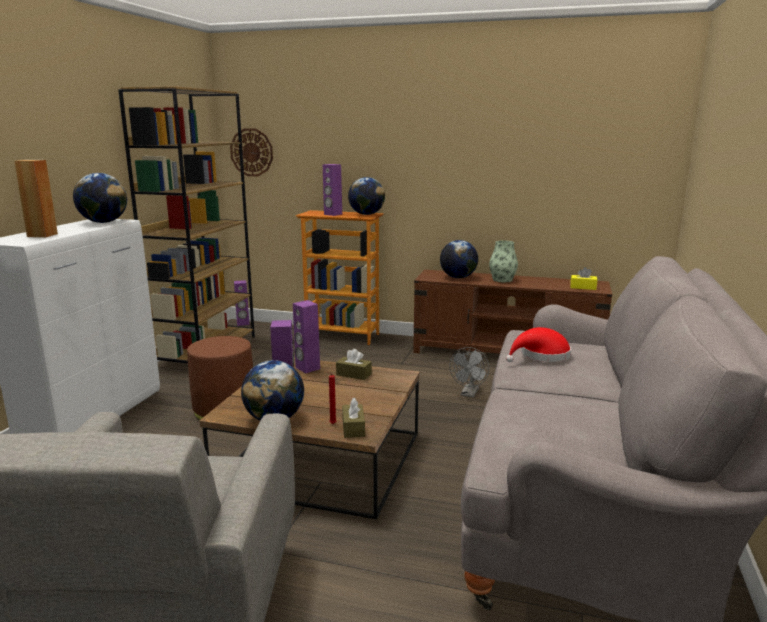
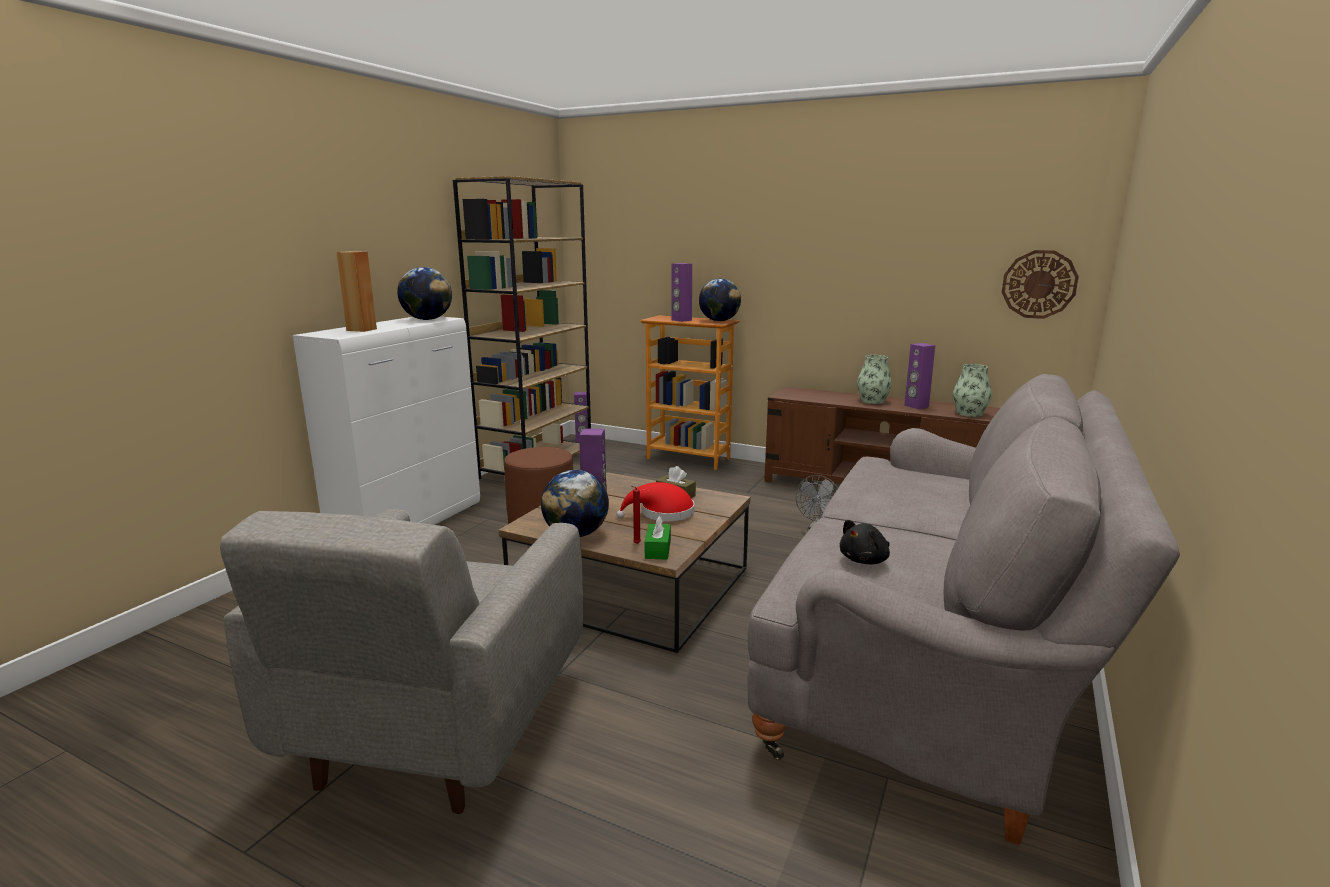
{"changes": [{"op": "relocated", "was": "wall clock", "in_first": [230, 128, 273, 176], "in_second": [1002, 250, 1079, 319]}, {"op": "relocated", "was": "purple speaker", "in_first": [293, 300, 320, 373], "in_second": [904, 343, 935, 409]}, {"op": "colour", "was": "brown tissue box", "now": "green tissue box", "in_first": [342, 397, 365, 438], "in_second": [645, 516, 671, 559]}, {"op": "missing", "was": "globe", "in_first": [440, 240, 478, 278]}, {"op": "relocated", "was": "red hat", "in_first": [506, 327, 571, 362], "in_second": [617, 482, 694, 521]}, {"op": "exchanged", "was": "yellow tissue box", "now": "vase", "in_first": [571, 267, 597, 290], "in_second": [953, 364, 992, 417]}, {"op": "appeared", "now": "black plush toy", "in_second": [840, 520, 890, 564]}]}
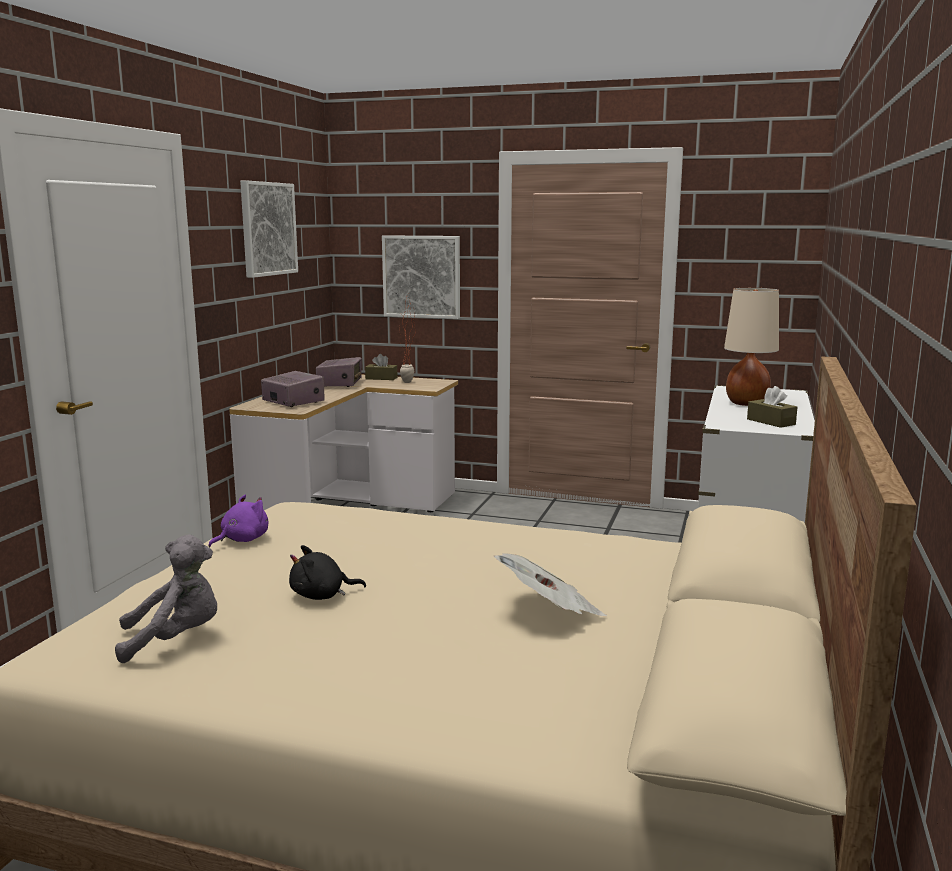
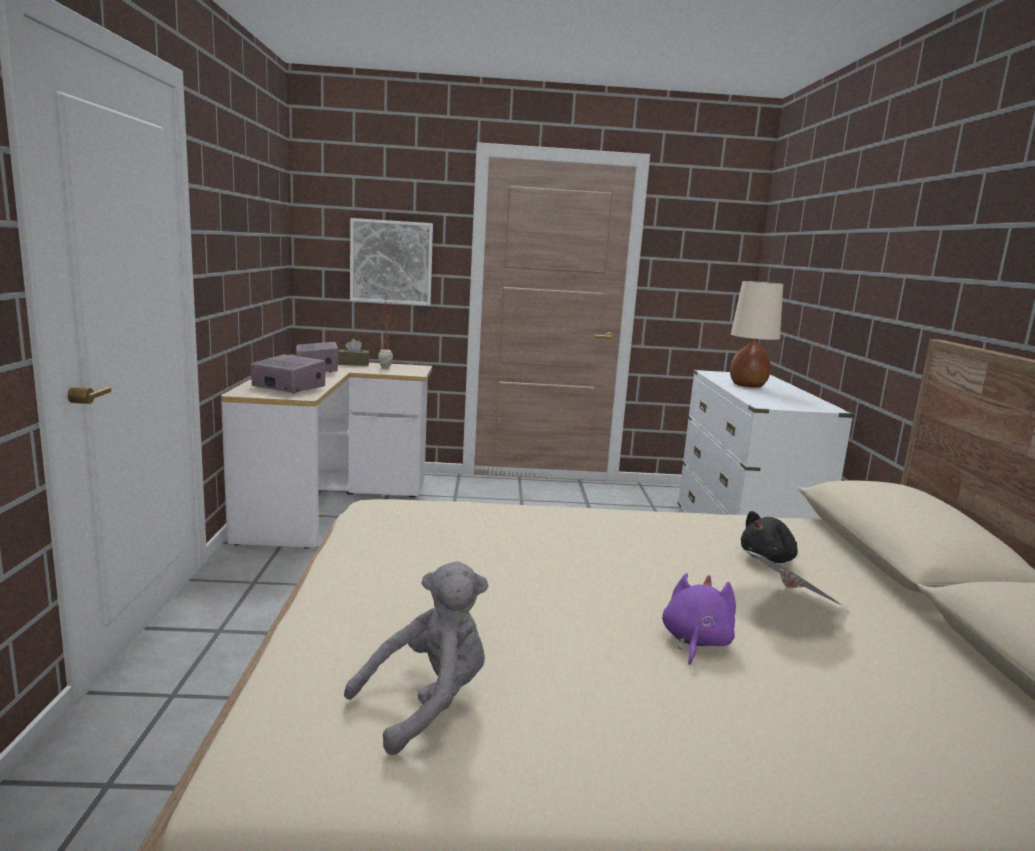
{"changes": [{"op": "relocated", "was": "purple plush toy", "in_first": [208, 495, 268, 547], "in_second": [662, 573, 736, 665]}, {"op": "missing", "was": "picture", "in_first": [240, 180, 298, 278]}, {"op": "relocated", "was": "black plush toy", "in_first": [289, 545, 366, 600], "in_second": [741, 511, 798, 563]}, {"op": "missing", "was": "brown tissue box", "in_first": [747, 386, 797, 428]}]}
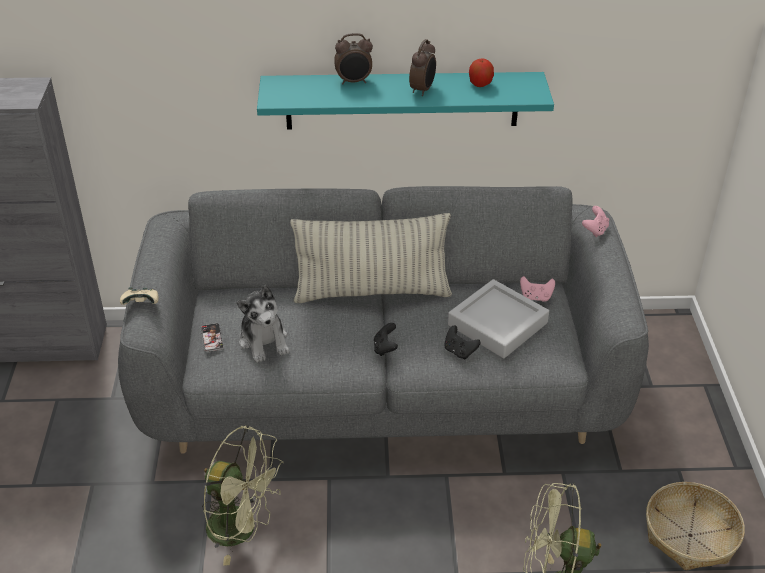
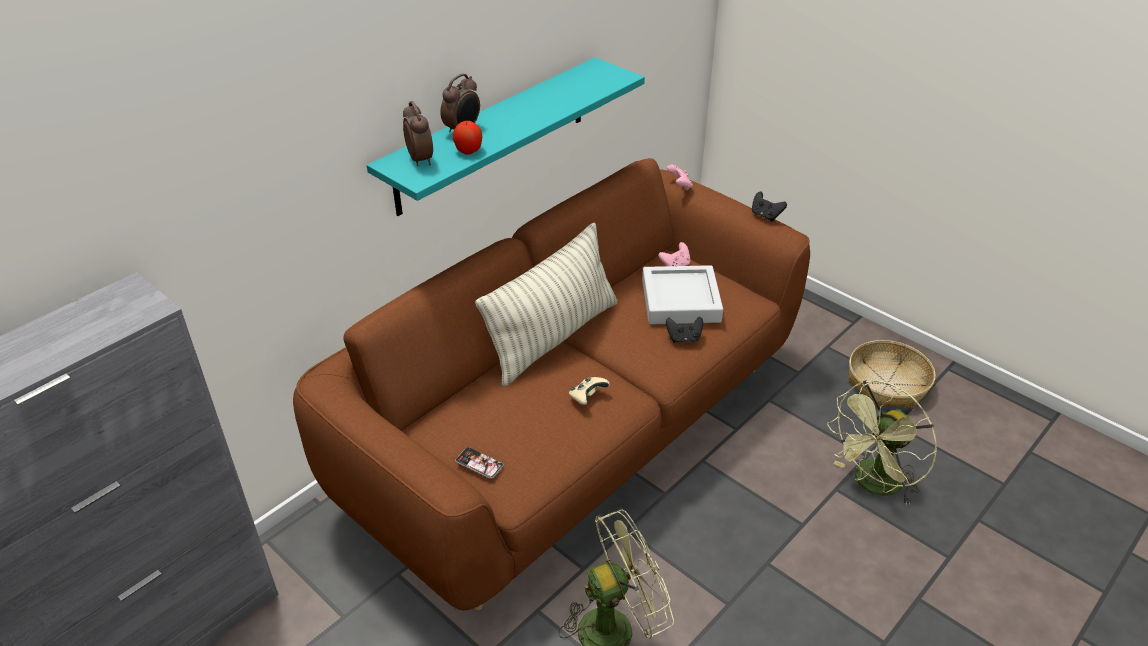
{"changes": [{"op": "colour", "was": "grey sofa", "now": "brown sofa", "in_first": [118, 186, 649, 454], "in_second": [293, 158, 810, 610]}, {"op": "relocated", "was": "beige game controller", "in_first": [120, 287, 159, 305], "in_second": [569, 377, 610, 405]}, {"op": "missing", "was": "plush toy", "in_first": [237, 285, 290, 363]}, {"op": "relocated", "was": "black game controller", "in_first": [374, 323, 398, 356], "in_second": [752, 192, 787, 222]}, {"op": "relocated", "was": "alarm clock", "in_first": [409, 39, 436, 96], "in_second": [403, 101, 433, 166]}, {"op": "relocated", "was": "apple", "in_first": [469, 58, 494, 87], "in_second": [453, 121, 482, 155]}]}
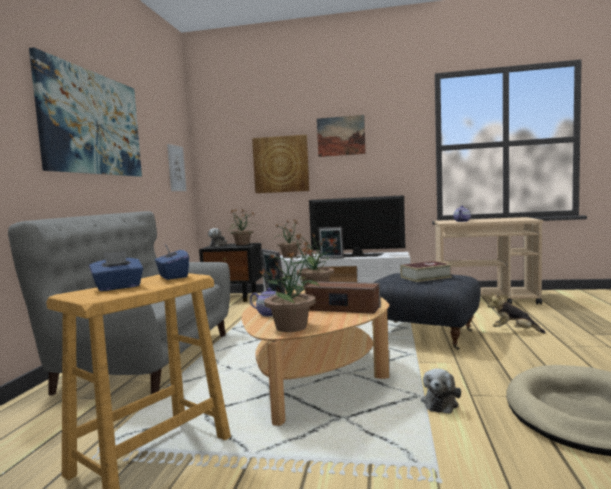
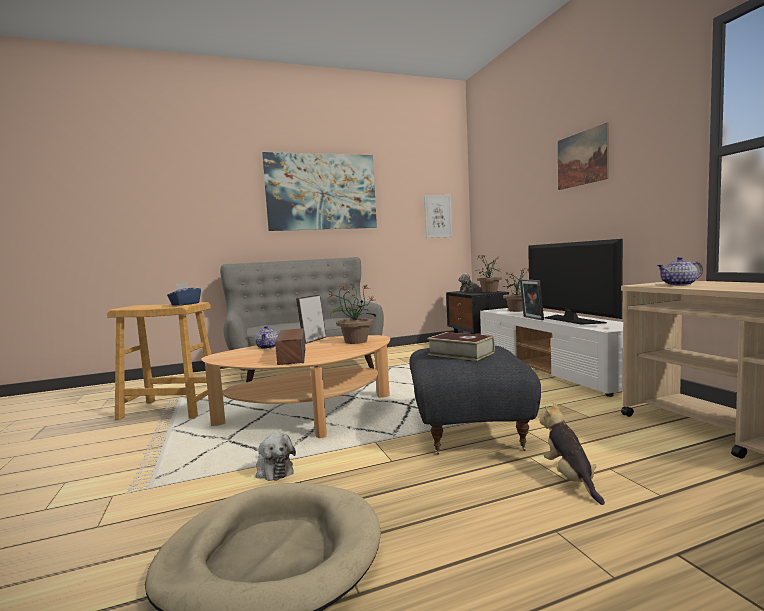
{"changes": [{"op": "missing", "was": "blue tissue box", "in_first": [89, 251, 143, 291]}, {"op": "missing", "was": "picture", "in_first": [252, 135, 309, 193]}, {"op": "missing", "was": "potted plant", "in_first": [260, 246, 321, 332]}, {"op": "spun", "was": "plush toy", "in_first": [421, 368, 461, 414], "in_second": [256, 433, 296, 481], "clockwise": -120}]}
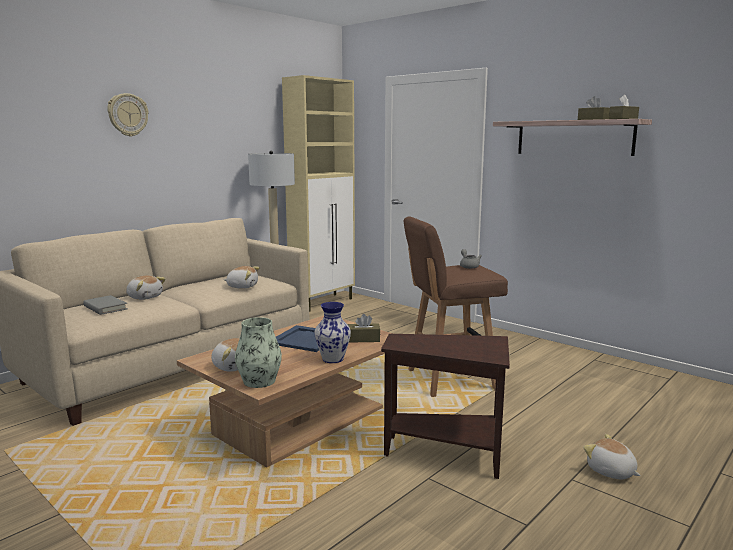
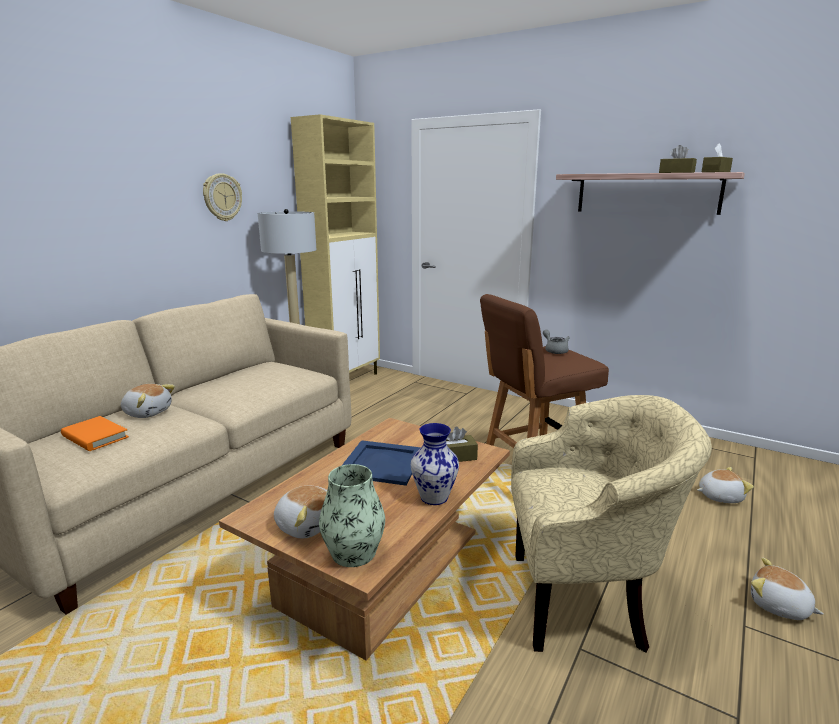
{"changes": [{"op": "colour", "was": "grey book", "now": "orange book", "in_first": [83, 295, 128, 315], "in_second": [61, 416, 129, 451]}, {"op": "relocated", "was": "wall clock", "in_first": [107, 93, 149, 137], "in_second": [203, 173, 242, 221]}, {"op": "relocated", "was": "plush toy", "in_first": [224, 266, 260, 289], "in_second": [697, 467, 754, 503]}, {"op": "exchanged", "was": "brown side table", "now": "beige armchair", "in_first": [381, 334, 510, 479], "in_second": [511, 395, 712, 652]}]}
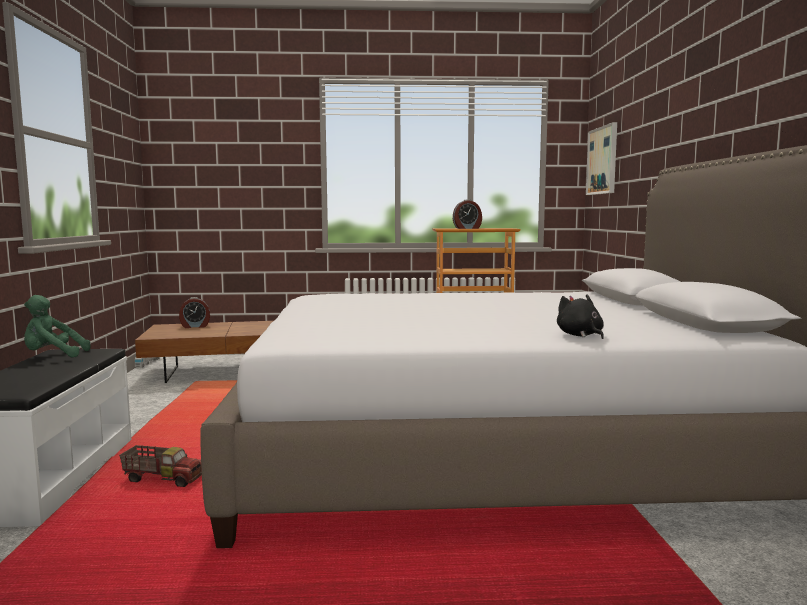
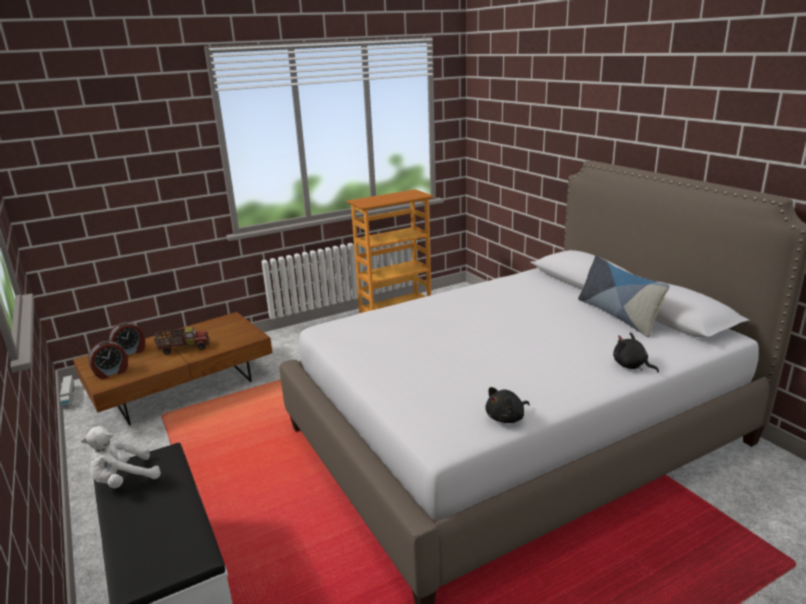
{"changes": [{"op": "colour", "was": "green plush toy", "now": "white plush toy", "in_first": [24, 295, 91, 357], "in_second": [81, 426, 161, 488]}, {"op": "relocated", "was": "toy truck", "in_first": [119, 445, 202, 487], "in_second": [154, 327, 210, 355]}, {"op": "relocated", "was": "alarm clock", "in_first": [453, 199, 482, 229], "in_second": [88, 340, 128, 379]}, {"op": "missing", "was": "picture", "in_first": [586, 122, 617, 195]}, {"op": "appeared", "now": "black plush toy", "in_second": [485, 387, 529, 423]}, {"op": "appeared", "now": "pillow", "in_second": [578, 255, 670, 337]}]}
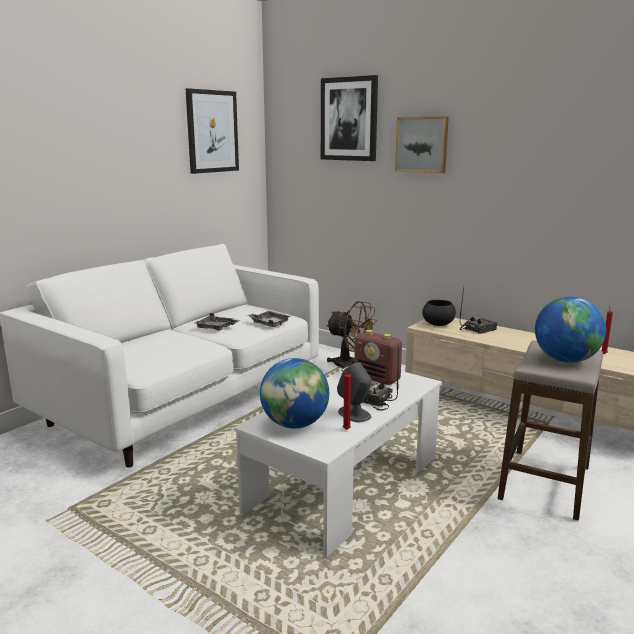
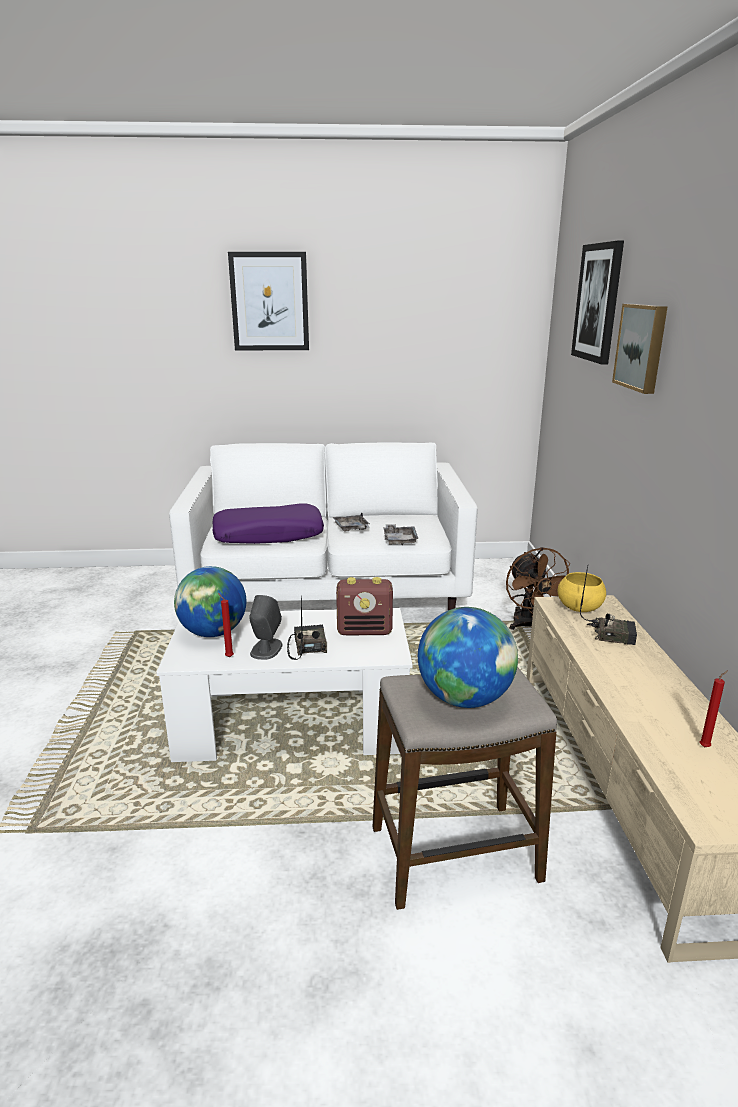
{"changes": [{"op": "relocated", "was": "picture", "in_first": [186, 88, 239, 174], "in_second": [228, 252, 309, 351]}, {"op": "spun", "was": "radio", "in_first": [354, 330, 402, 385], "in_second": [336, 577, 393, 636], "clockwise": -90}, {"op": "colour", "was": "black bowl", "now": "yellow bowl", "in_first": [422, 300, 456, 326], "in_second": [558, 572, 606, 612]}, {"op": "appeared", "now": "purple pillow", "in_second": [212, 503, 324, 544]}]}
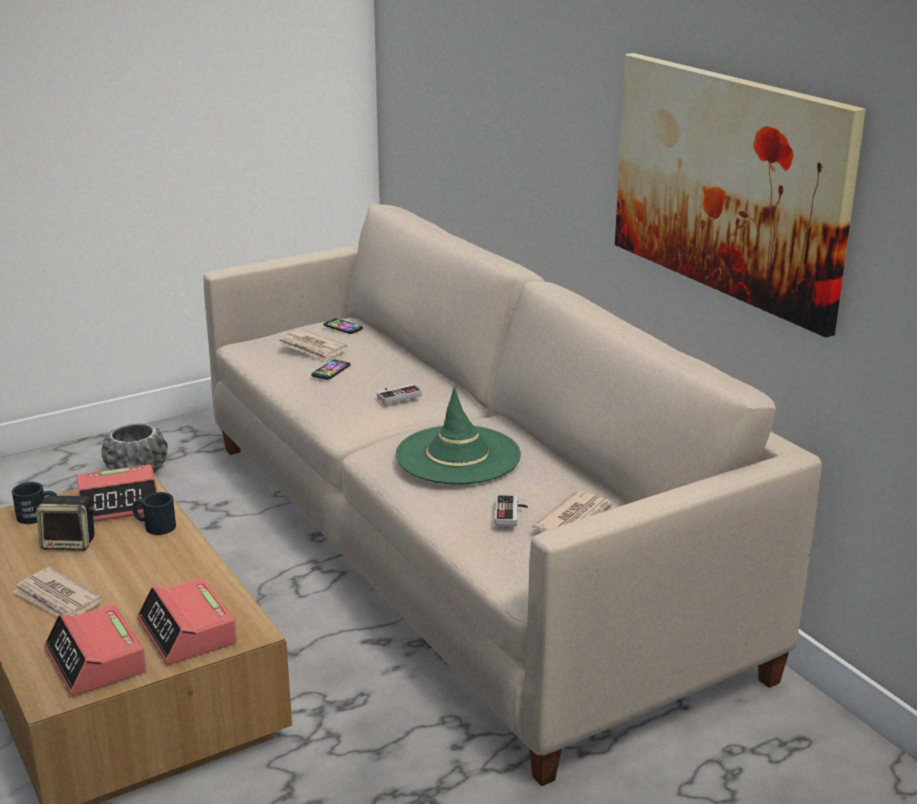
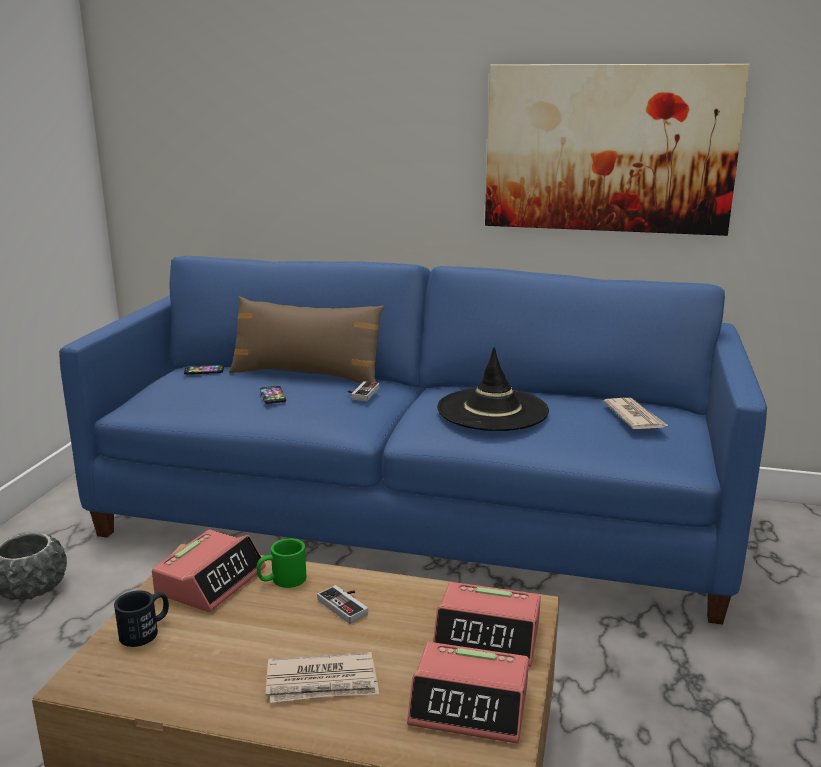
{"changes": [{"op": "missing", "was": "speaker", "in_first": [36, 495, 95, 551]}, {"op": "colour", "was": "black mug", "now": "green mug", "in_first": [133, 492, 176, 535], "in_second": [257, 538, 306, 588]}, {"op": "colour", "was": "beige sofa", "now": "blue sofa", "in_first": [203, 204, 822, 786], "in_second": [59, 256, 767, 625]}, {"op": "missing", "was": "newspaper", "in_first": [277, 329, 348, 362]}, {"op": "colour", "was": "green hat", "now": "black hat", "in_first": [396, 387, 521, 485], "in_second": [437, 347, 549, 431]}, {"op": "relocated", "was": "game controller", "in_first": [495, 495, 528, 527], "in_second": [317, 585, 368, 624]}, {"op": "appeared", "now": "brown pillow", "in_second": [229, 296, 384, 384]}]}
